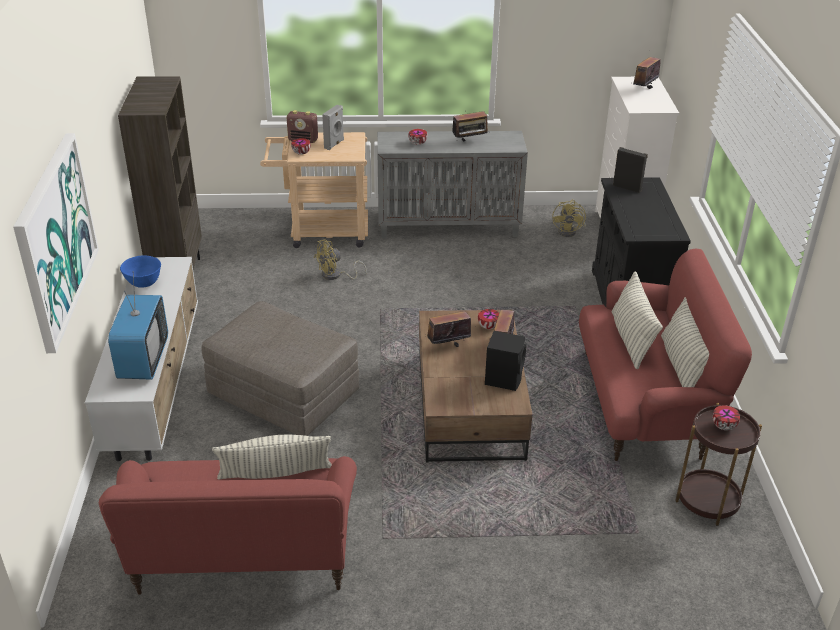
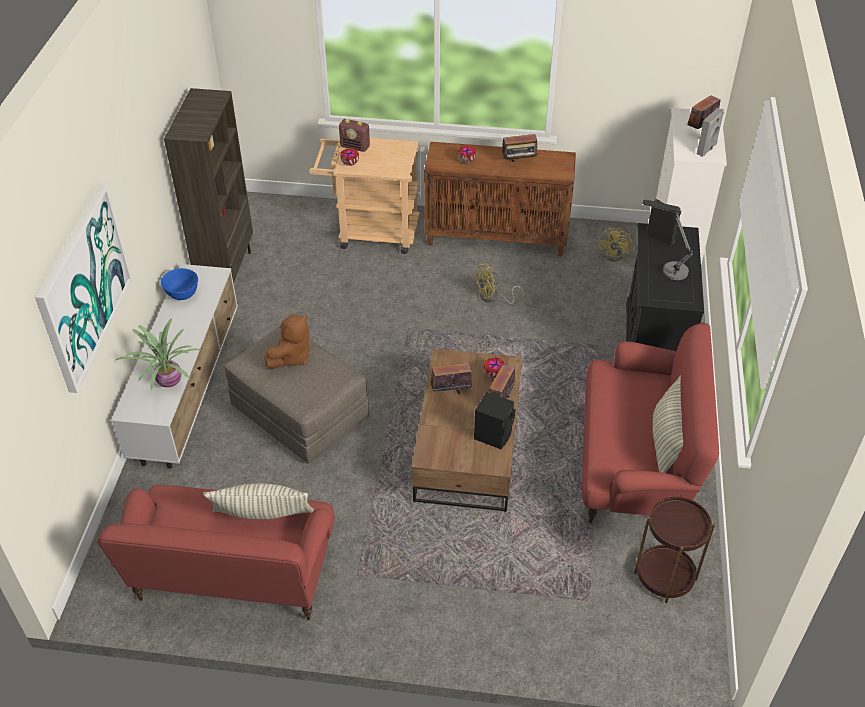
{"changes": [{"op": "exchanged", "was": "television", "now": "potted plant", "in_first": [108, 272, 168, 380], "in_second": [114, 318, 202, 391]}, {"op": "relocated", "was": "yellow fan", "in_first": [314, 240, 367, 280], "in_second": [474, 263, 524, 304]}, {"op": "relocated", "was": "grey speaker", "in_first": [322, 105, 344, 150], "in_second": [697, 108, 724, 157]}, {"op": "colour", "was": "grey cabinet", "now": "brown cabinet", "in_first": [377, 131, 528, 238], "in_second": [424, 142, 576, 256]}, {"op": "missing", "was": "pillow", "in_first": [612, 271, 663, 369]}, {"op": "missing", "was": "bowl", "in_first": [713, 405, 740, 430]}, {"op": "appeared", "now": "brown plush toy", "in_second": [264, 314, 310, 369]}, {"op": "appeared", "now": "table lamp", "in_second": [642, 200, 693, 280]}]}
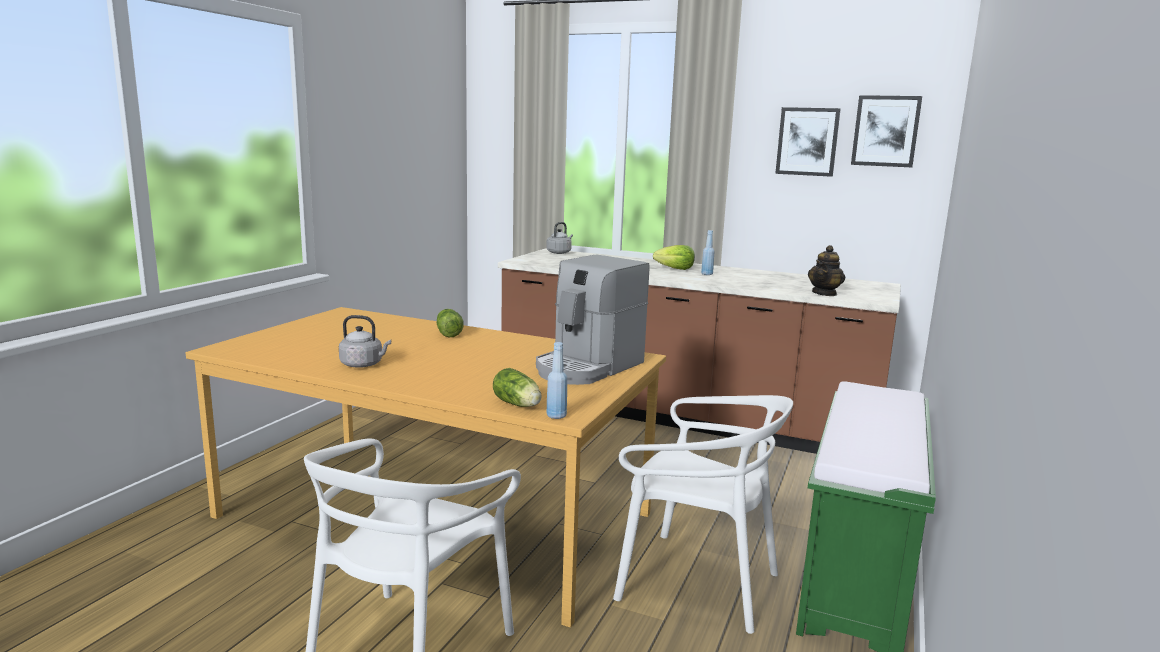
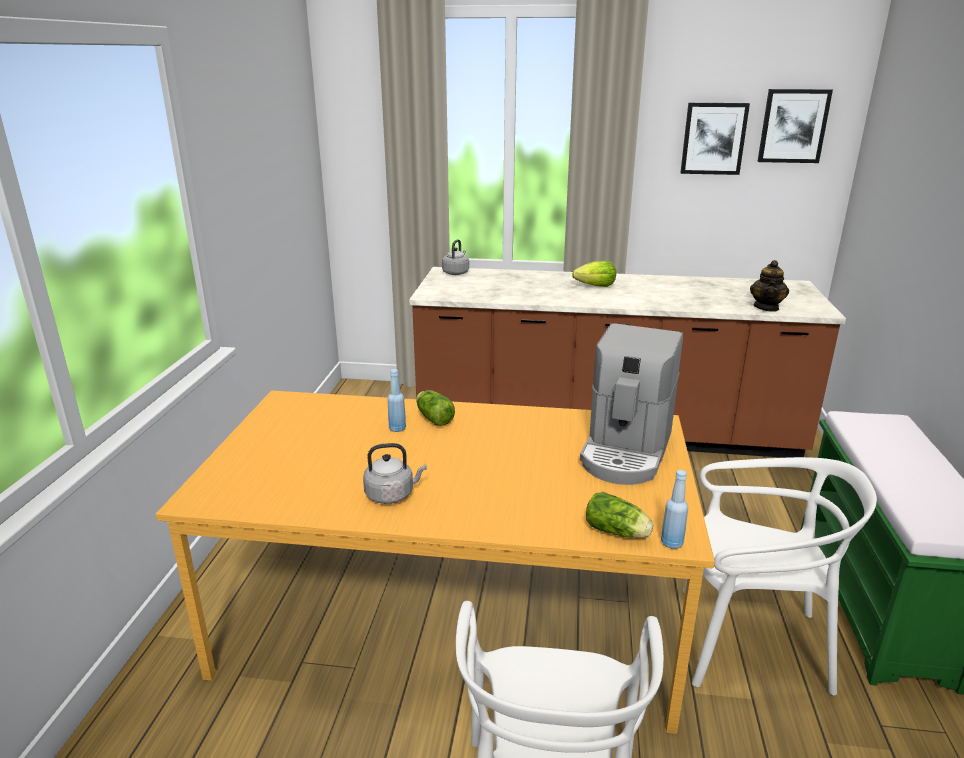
{"changes": [{"op": "relocated", "was": "blue bottle", "in_first": [701, 230, 715, 275], "in_second": [387, 369, 406, 432]}]}
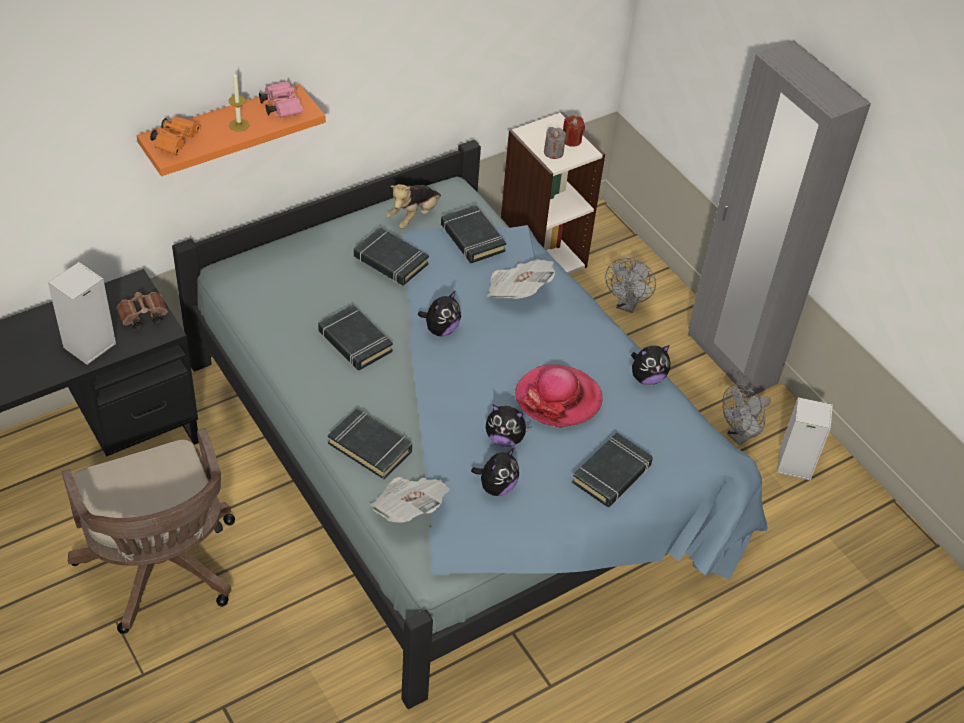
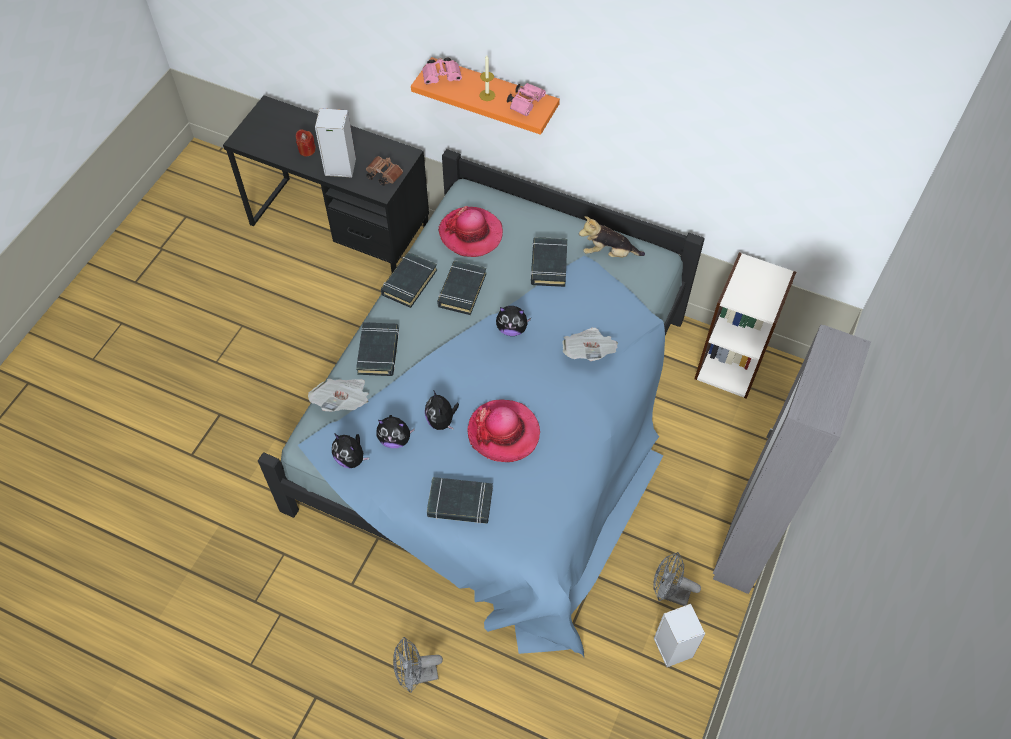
{"changes": [{"op": "missing", "was": "brown office chair", "in_first": [62, 428, 235, 634]}, {"op": "colour", "was": "orange binoculars", "now": "pink binoculars", "in_first": [150, 116, 201, 155], "in_second": [422, 58, 462, 85]}, {"op": "relocated", "was": "black book", "in_first": [441, 205, 506, 263], "in_second": [381, 252, 437, 308]}, {"op": "missing", "was": "grey candle", "in_first": [544, 127, 566, 159]}, {"op": "relocated", "was": "red candle", "in_first": [563, 115, 585, 147], "in_second": [296, 129, 316, 156]}, {"op": "relocated", "was": "grey fan", "in_first": [605, 258, 656, 313], "in_second": [393, 637, 443, 693]}, {"op": "relocated", "was": "plush toy", "in_first": [631, 345, 670, 385], "in_second": [332, 433, 369, 468]}, {"op": "appeared", "now": "hat", "in_second": [438, 206, 503, 257]}]}
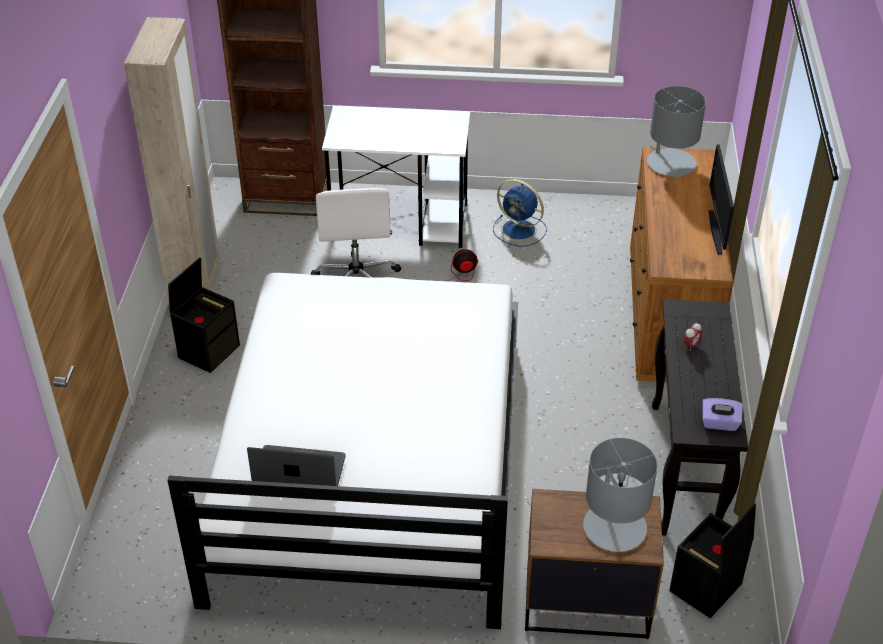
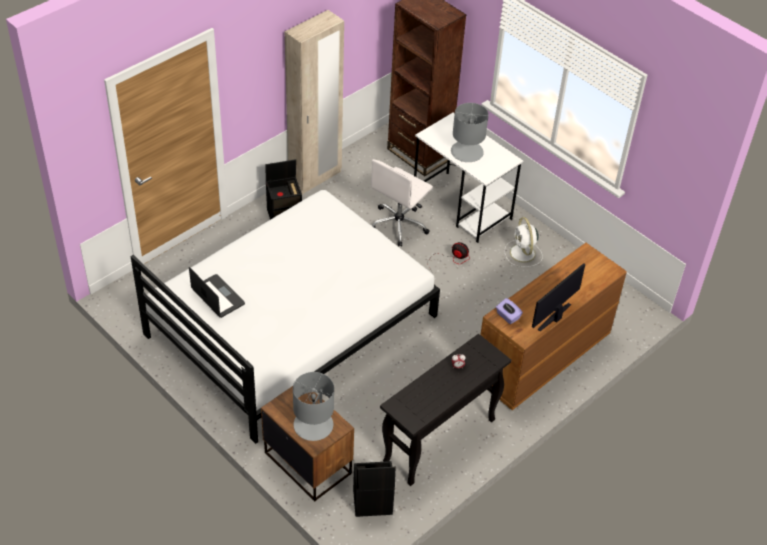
{"changes": [{"op": "colour", "was": "blue fan", "now": "white fan", "in_first": [493, 179, 547, 247], "in_second": [505, 217, 543, 267]}, {"op": "relocated", "was": "grey table lamp", "in_first": [647, 86, 706, 177], "in_second": [451, 103, 489, 162]}, {"op": "relocated", "was": "purple tissue box", "in_first": [702, 398, 743, 431], "in_second": [496, 298, 523, 324]}]}
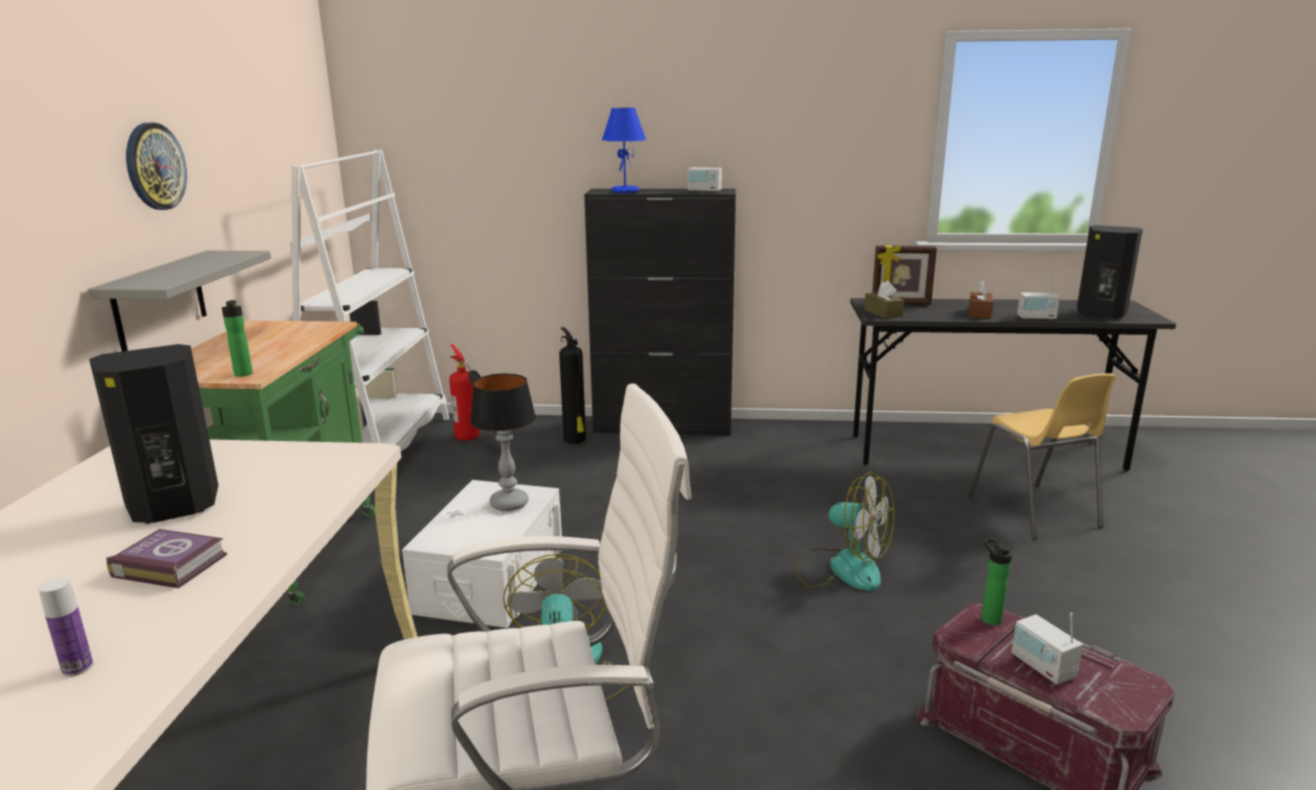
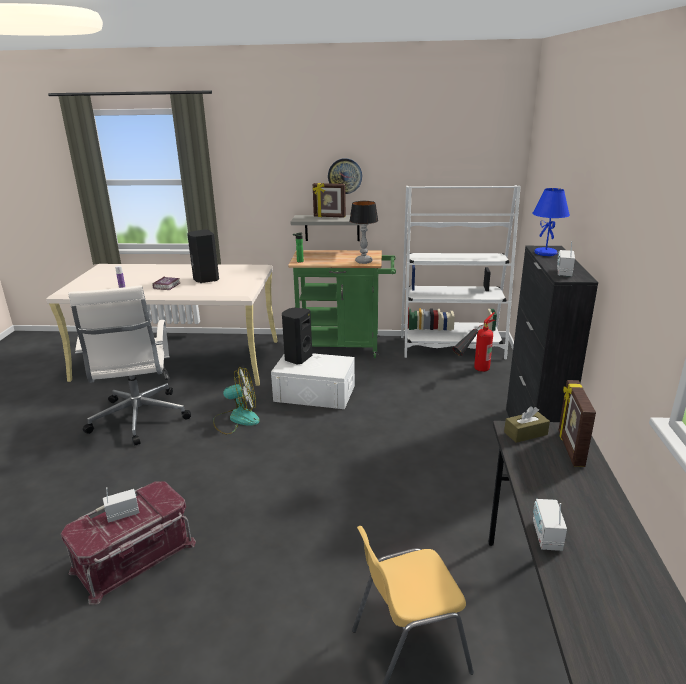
{"changes": [{"op": "relocated", "was": "table lamp", "in_first": [470, 373, 536, 511], "in_second": [349, 201, 378, 264]}, {"op": "missing", "was": "fire extinguisher", "in_first": [559, 327, 586, 444]}, {"op": "missing", "was": "fan", "in_first": [795, 472, 894, 591]}, {"op": "missing", "was": "brown tissue box", "in_first": [969, 280, 993, 319]}, {"op": "missing", "was": "bottle", "in_first": [981, 538, 1012, 625]}, {"op": "relocated", "was": "black speaker", "in_first": [1077, 225, 1143, 319], "in_second": [282, 307, 312, 364]}, {"op": "appeared", "now": "picture frame", "in_second": [313, 183, 346, 218]}]}
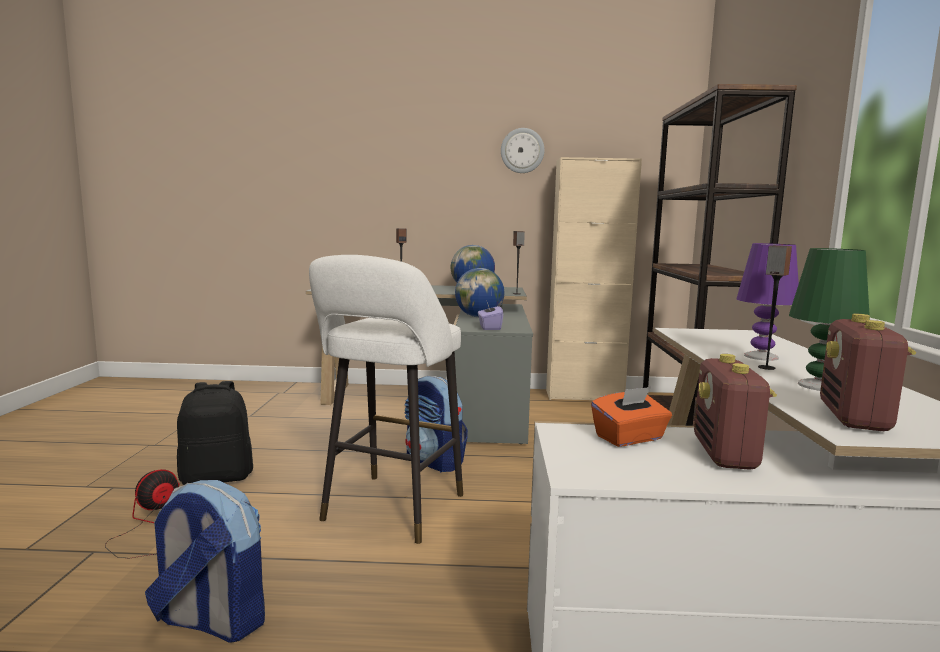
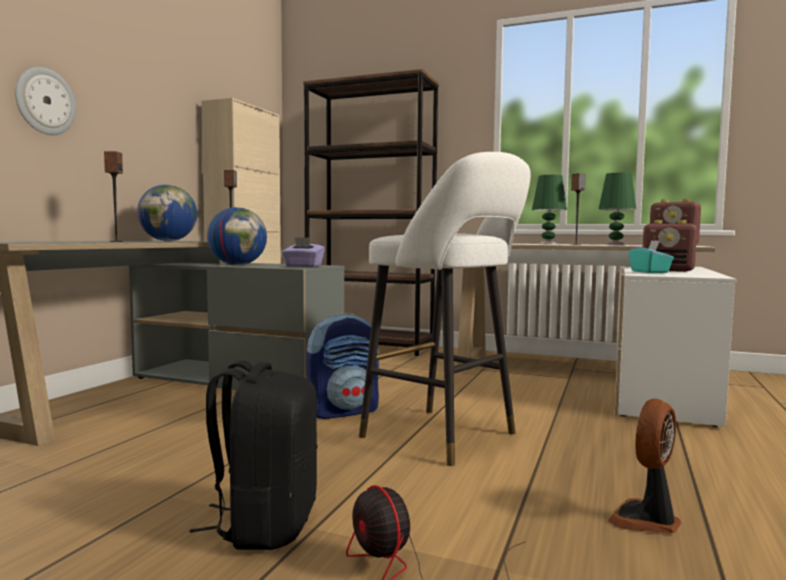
{"changes": [{"op": "exchanged", "was": "backpack", "now": "fan", "in_first": [145, 480, 265, 643], "in_second": [607, 398, 681, 533]}, {"op": "relocated", "was": "wall clock", "in_first": [501, 128, 545, 173], "in_second": [15, 67, 76, 135]}, {"op": "colour", "was": "orange tissue box", "now": "turquoise tissue box", "in_first": [591, 387, 672, 447], "in_second": [629, 240, 674, 273]}, {"op": "colour", "was": "purple table lamp", "now": "green table lamp", "in_first": [736, 243, 799, 361], "in_second": [532, 175, 567, 244]}]}
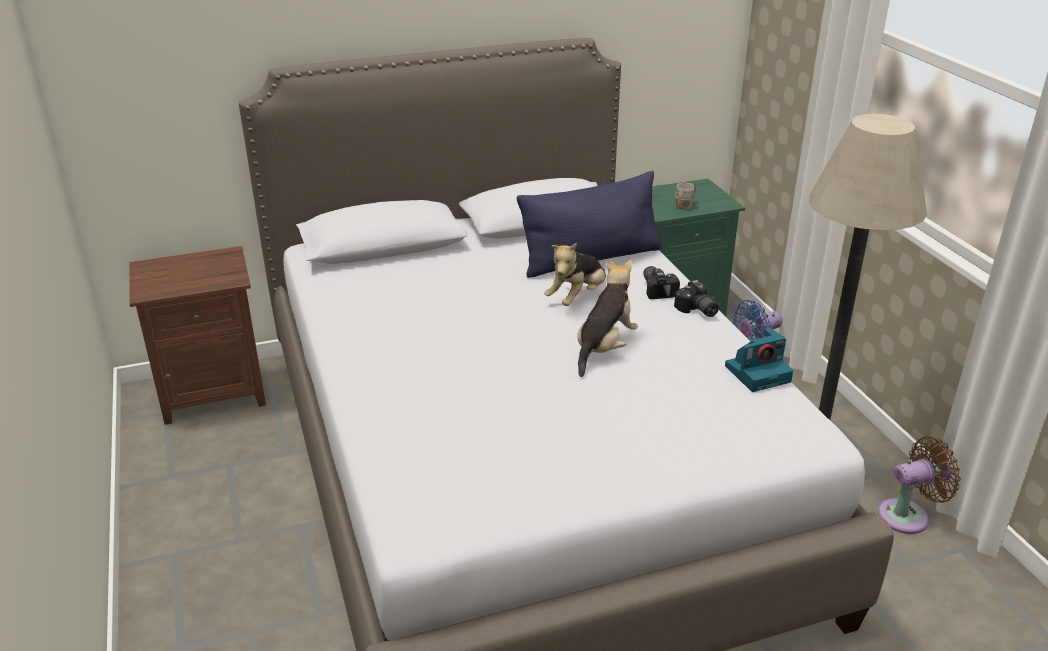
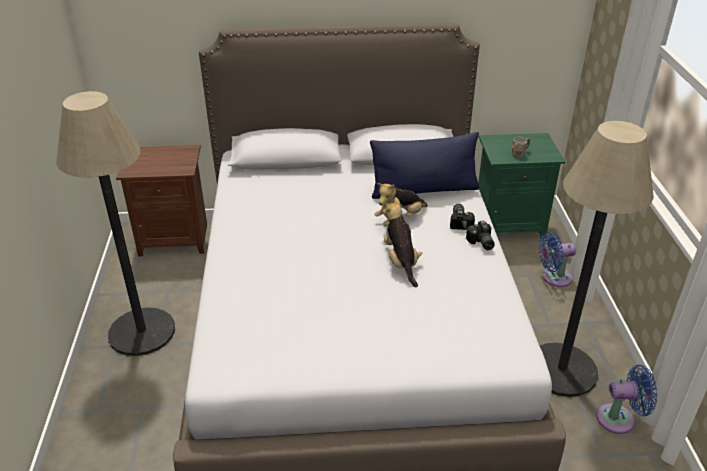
{"changes": [{"op": "spun", "was": "plush toy", "in_first": [577, 259, 638, 377], "in_second": [383, 197, 422, 288], "clockwise": -60}, {"op": "missing", "was": "photo camera", "in_first": [725, 328, 793, 392]}, {"op": "colour", "was": "brown fan", "now": "blue fan", "in_first": [878, 436, 961, 534], "in_second": [597, 365, 657, 434]}, {"op": "appeared", "now": "floor lamp", "in_second": [56, 91, 175, 356]}]}
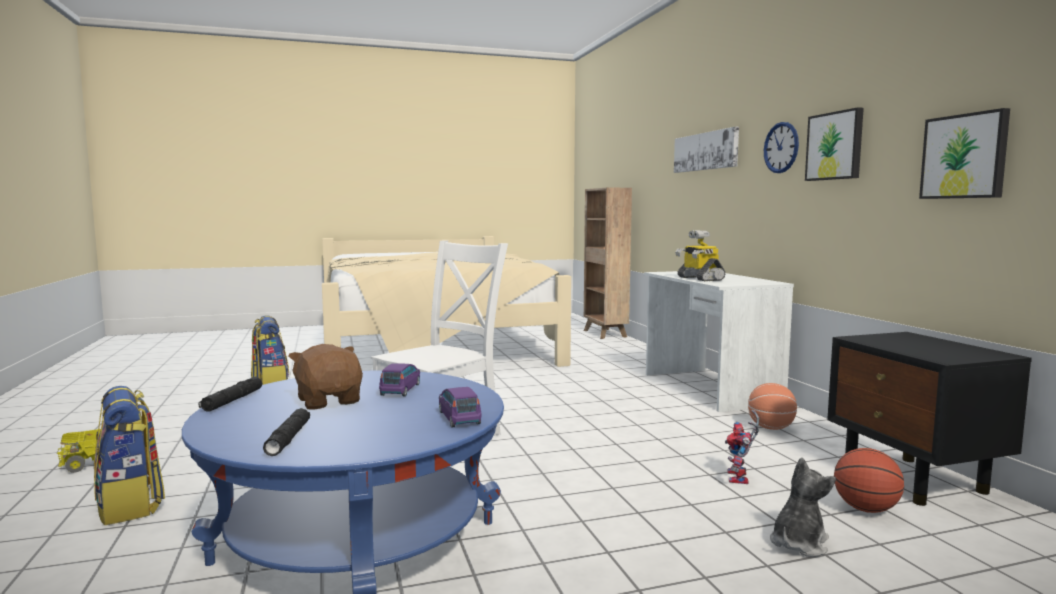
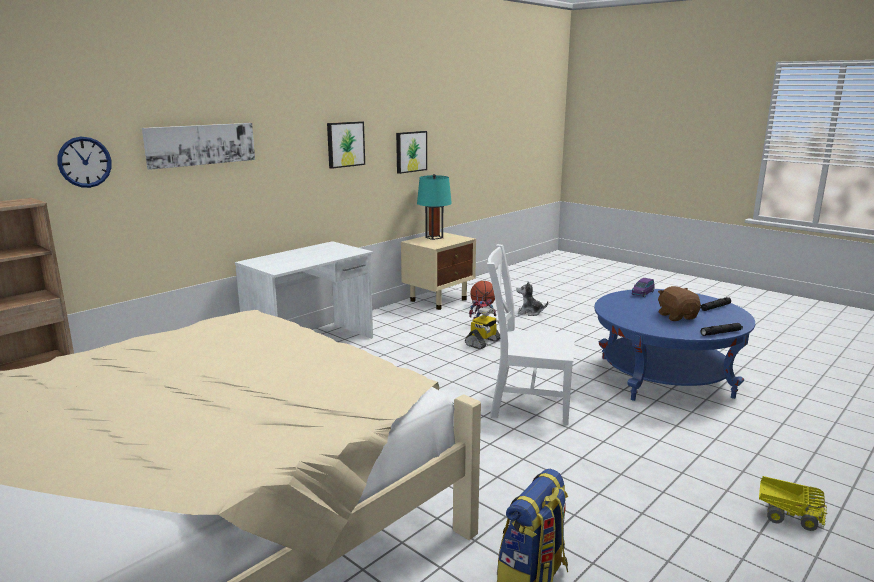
{"changes": [{"op": "missing", "was": "backpack", "in_first": [94, 386, 165, 525]}, {"op": "spun", "was": "brown plush toy", "in_first": [288, 344, 363, 410], "in_second": [658, 286, 701, 321], "clockwise": 135}, {"op": "missing", "was": "purple toy car", "in_first": [379, 363, 420, 397]}, {"op": "relocated", "was": "toy robot", "in_first": [675, 230, 725, 281], "in_second": [465, 306, 500, 349]}, {"op": "missing", "was": "basketball", "in_first": [748, 383, 797, 430]}, {"op": "relocated", "was": "wall clock", "in_first": [764, 122, 799, 173], "in_second": [57, 137, 112, 188]}, {"op": "colour", "was": "black nightstand", "now": "beige nightstand", "in_first": [827, 332, 1032, 506], "in_second": [401, 232, 476, 310]}, {"op": "appeared", "now": "turquoise table lamp", "in_second": [417, 174, 452, 240]}]}
